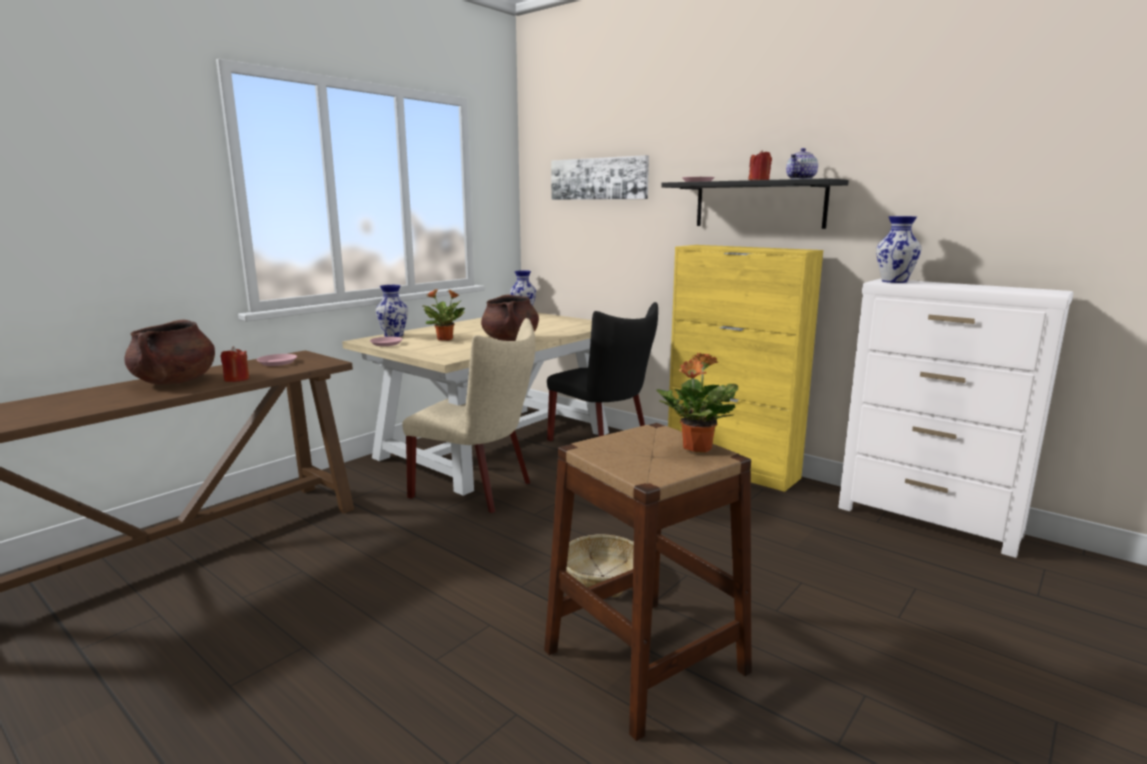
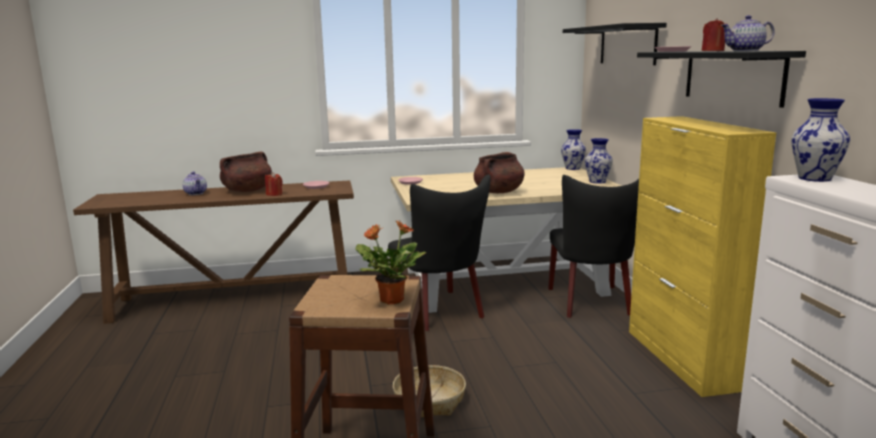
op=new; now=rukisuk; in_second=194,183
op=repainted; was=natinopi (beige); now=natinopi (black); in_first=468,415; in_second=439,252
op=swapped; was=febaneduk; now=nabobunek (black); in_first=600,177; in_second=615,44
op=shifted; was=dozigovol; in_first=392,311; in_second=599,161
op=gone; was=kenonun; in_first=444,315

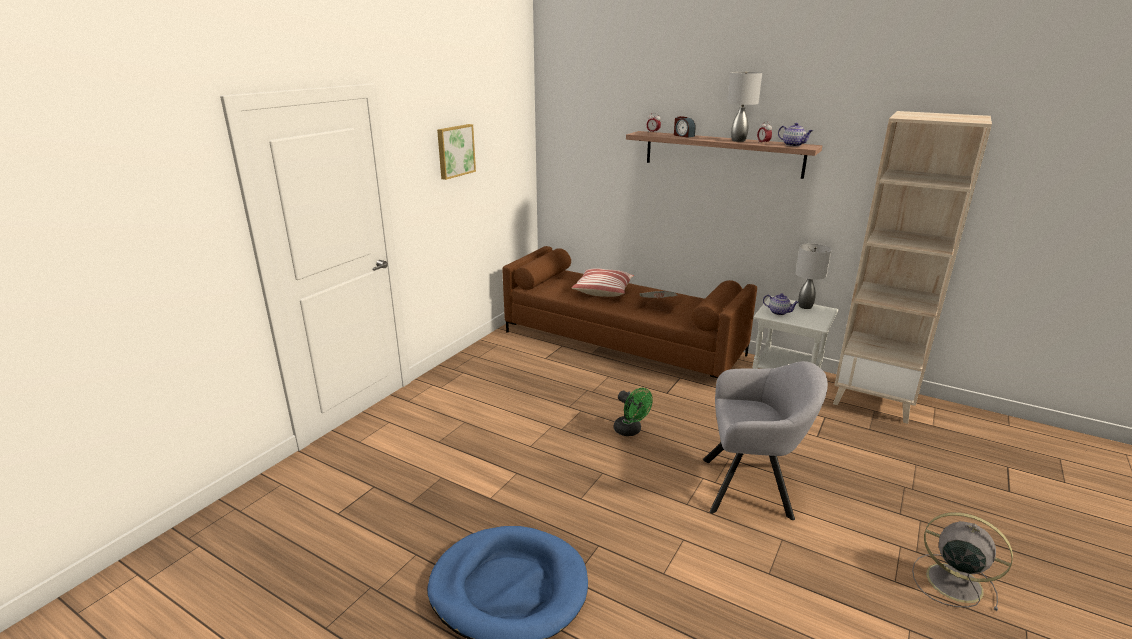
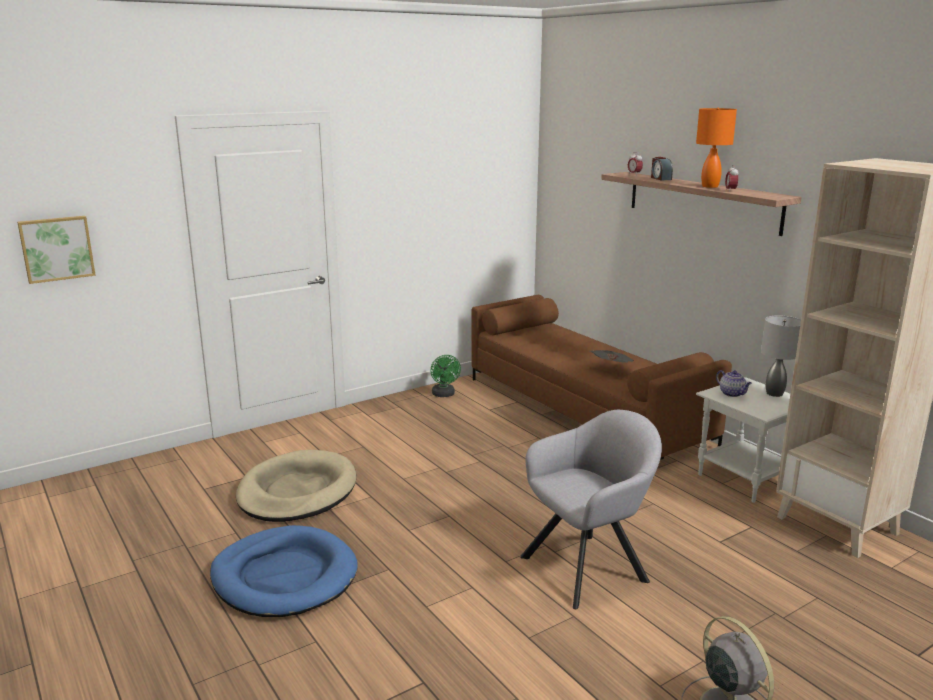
op=shifted; was=febaneduk; in_first=456,152; in_second=56,250
op=new; now=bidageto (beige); in_second=296,486
op=shifted; was=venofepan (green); in_first=633,412; in_second=445,376
op=rotated; was=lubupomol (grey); in_first=765,440; in_second=591,509; clockwise=-60
op=repainted; was=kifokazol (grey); now=kifokazol (orange); in_first=744,106; in_second=716,148
op=gone; was=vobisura; in_first=603,282
op=gone; was=rukisuk; in_first=795,134

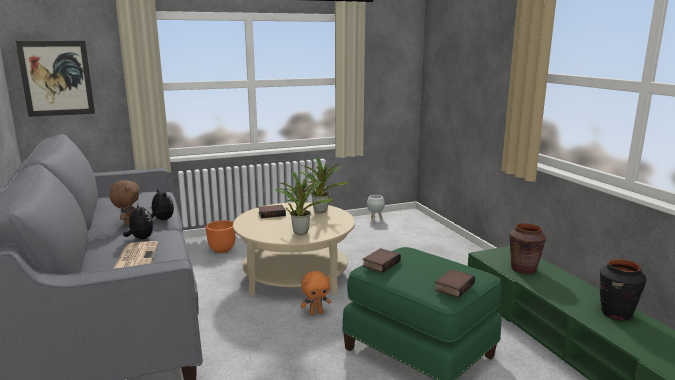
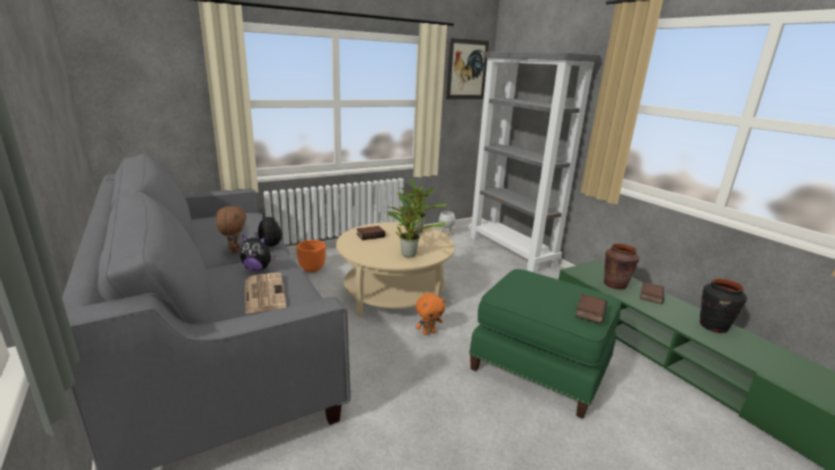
op=rotated; was=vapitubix; in_first=138,221; in_second=258,253; clockwise=135
op=shifted; was=febaneduk; in_first=55,79; in_second=467,68
op=new; now=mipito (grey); in_second=535,162
op=shifted; was=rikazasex; in_first=381,260; in_second=652,293

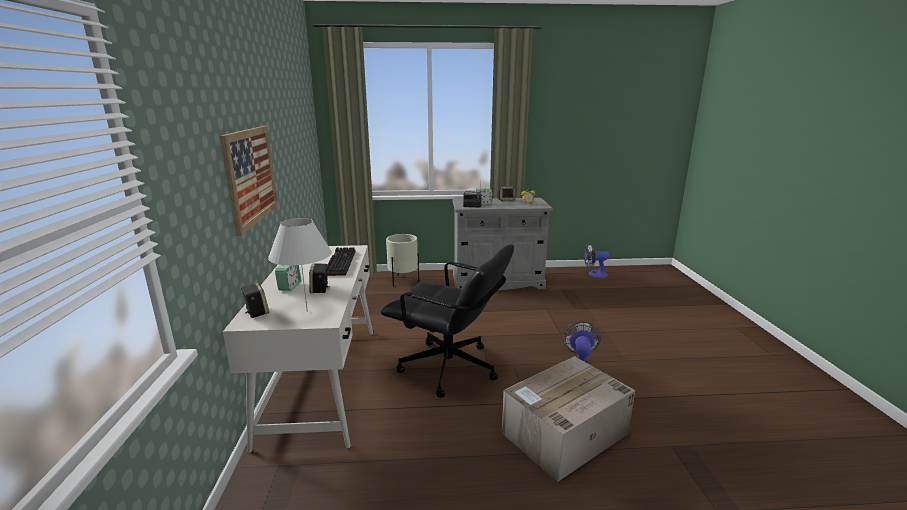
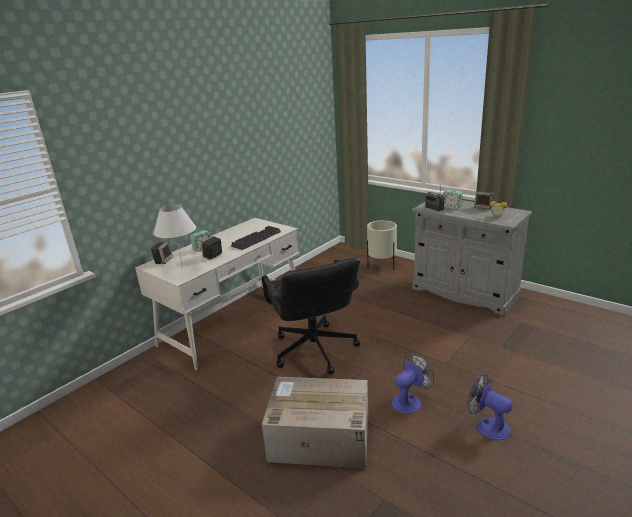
op=shifted; was=venofepan; in_first=596,261; in_second=490,407
op=gone; was=febaneduk; in_first=249,181

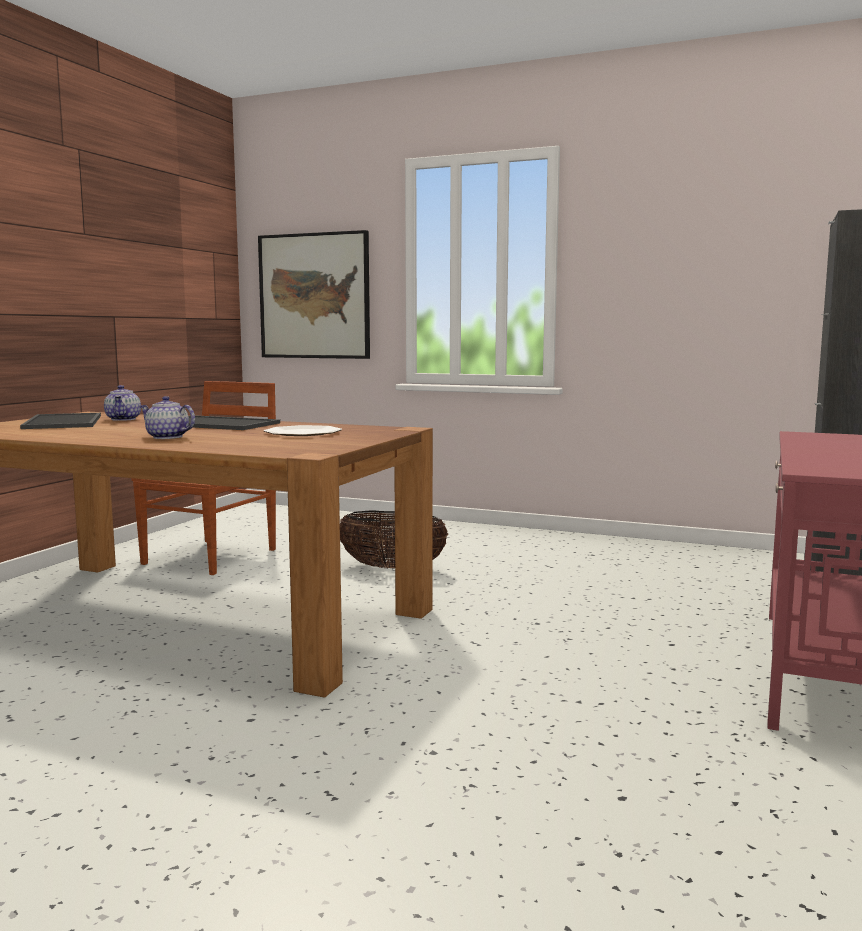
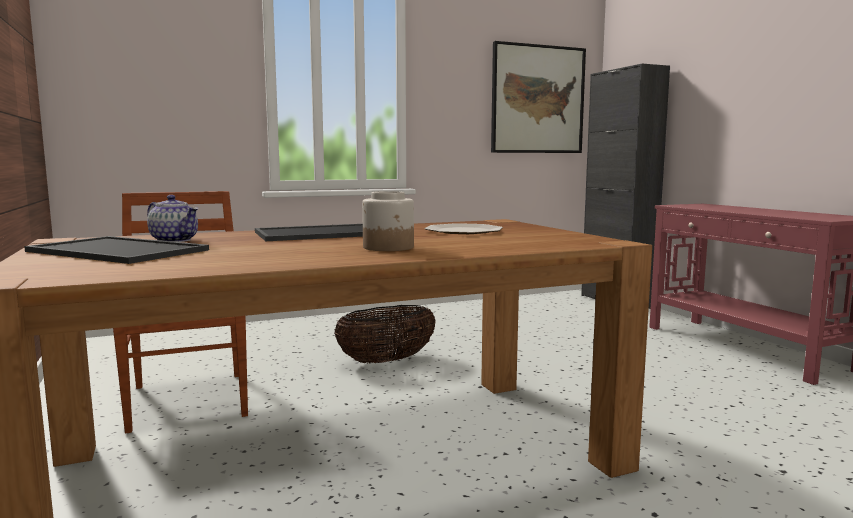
op=swapped; was=rukisuk; now=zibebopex; in_first=167,417; in_second=388,221
op=shifted; was=febaneduk; in_first=314,294; in_second=538,97

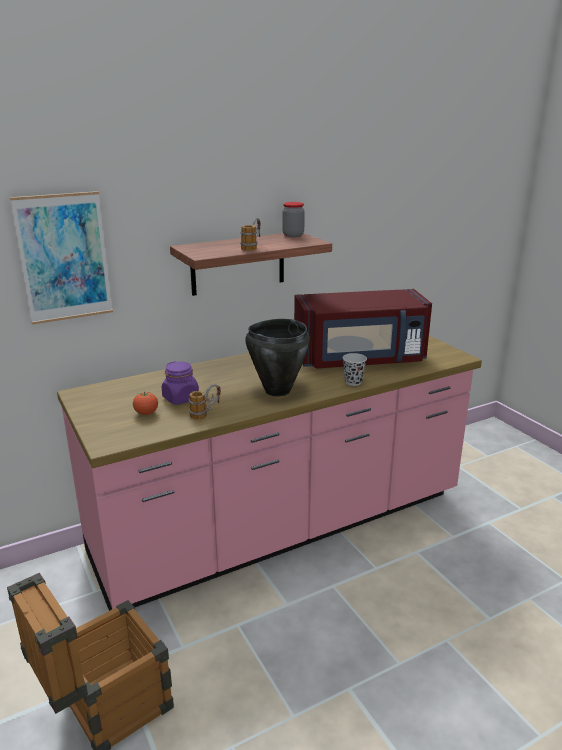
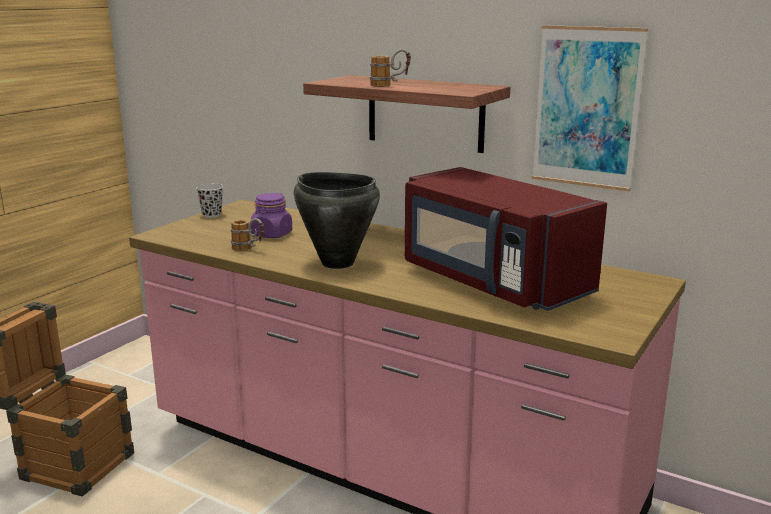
op=shifted; was=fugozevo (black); in_first=355,369; in_second=209,201
op=shifted; was=febaneduk; in_first=61,258; in_second=590,108
op=gone; was=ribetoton; in_first=145,403
op=gone; was=zibebopex; in_first=293,219

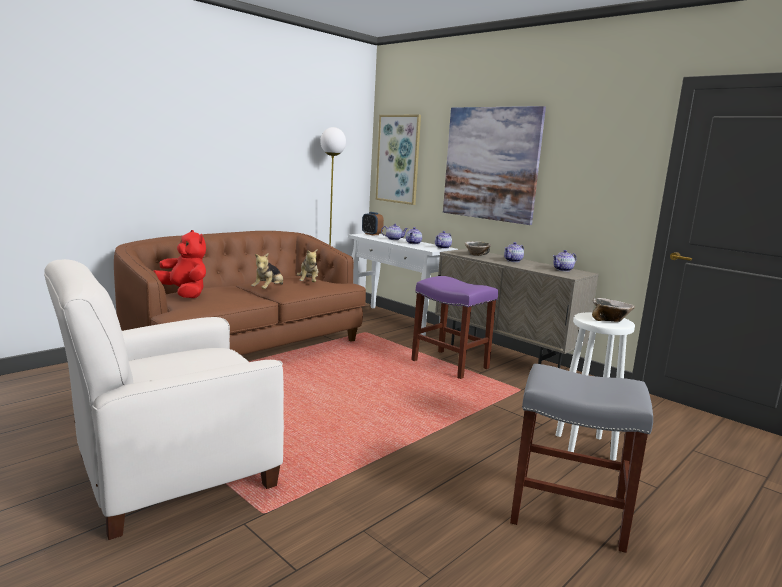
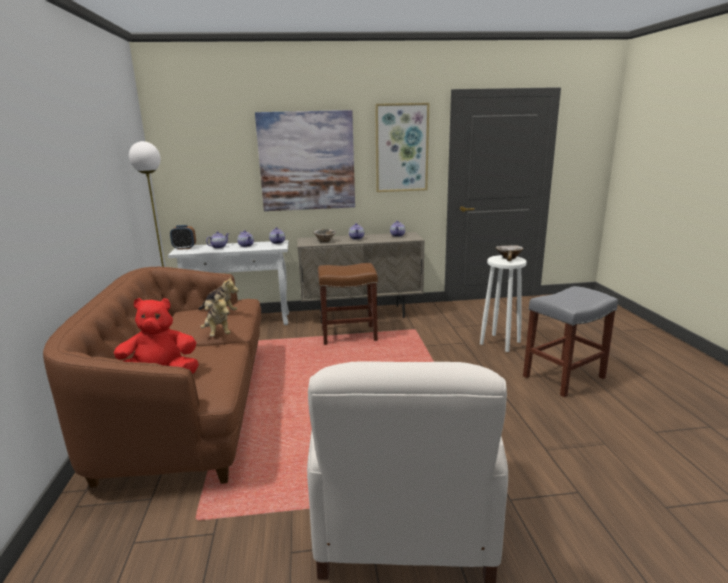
op=repainted; was=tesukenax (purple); now=tesukenax (brown); in_first=454,327; in_second=348,304
op=shifted; was=febaneduk; in_first=398,160; in_second=402,147

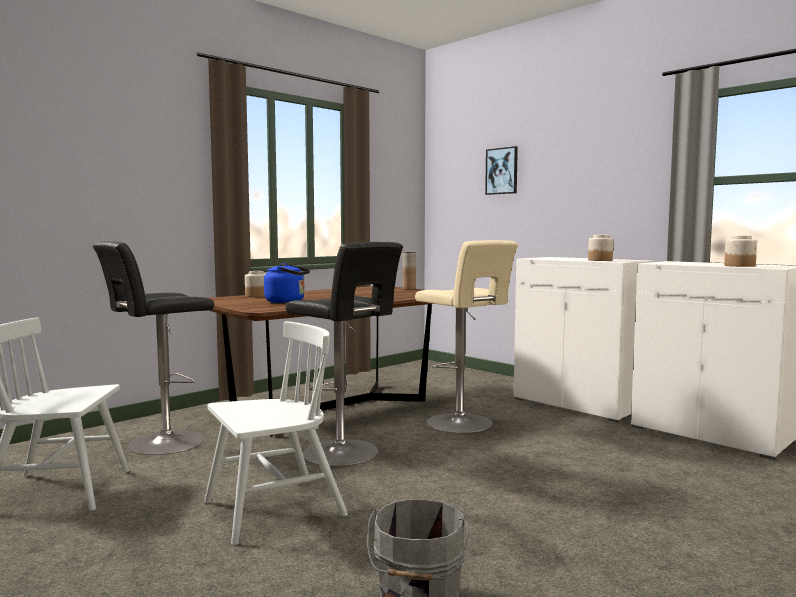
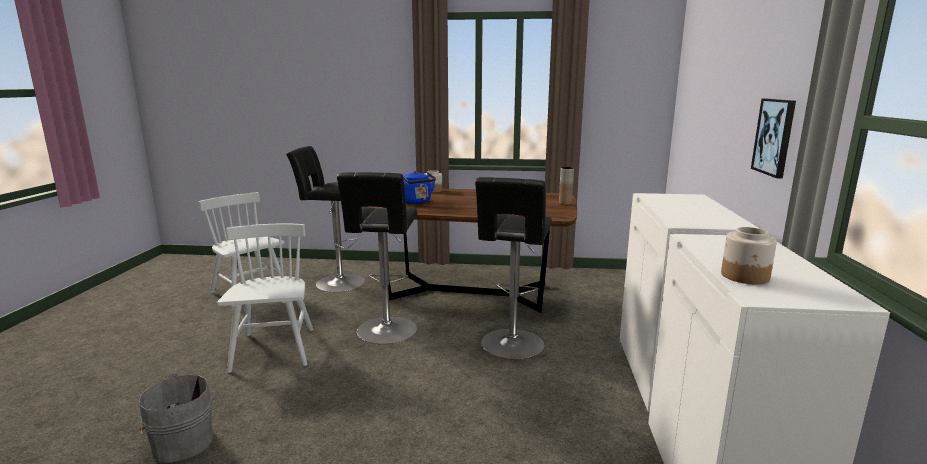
op=rotated; was=natinopi (white); in_first=276,433; in_second=265,298; clockwise=-120
op=repainted; was=tesukenax (beige); now=tesukenax (black); in_first=466,336; in_second=513,268
op=shifted; was=febaneduk; in_first=501,170; in_second=773,138
op=gone; was=zibebopex; in_first=600,248

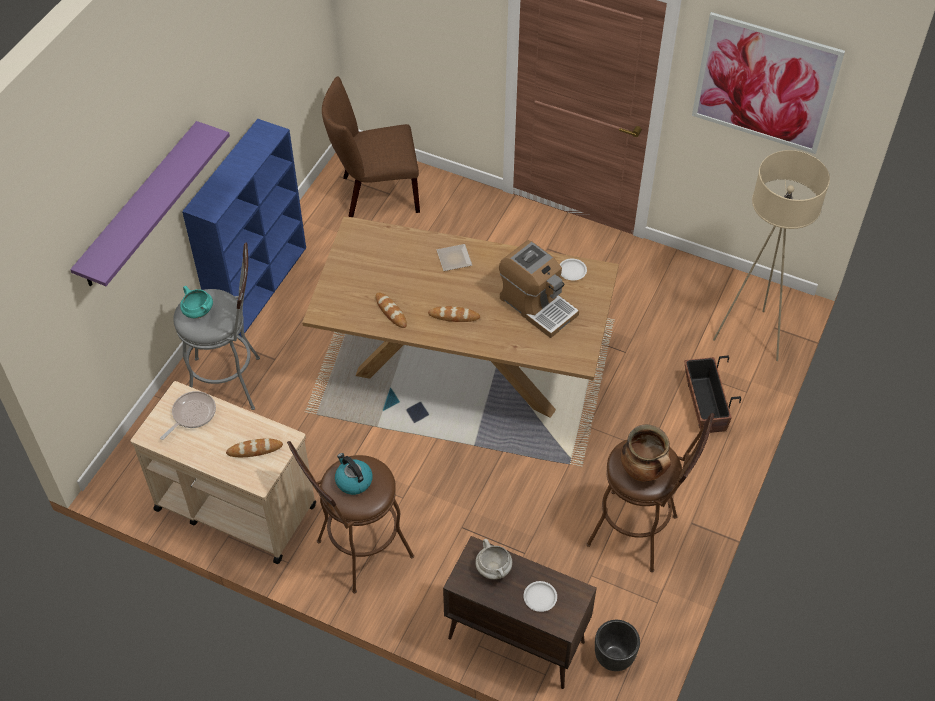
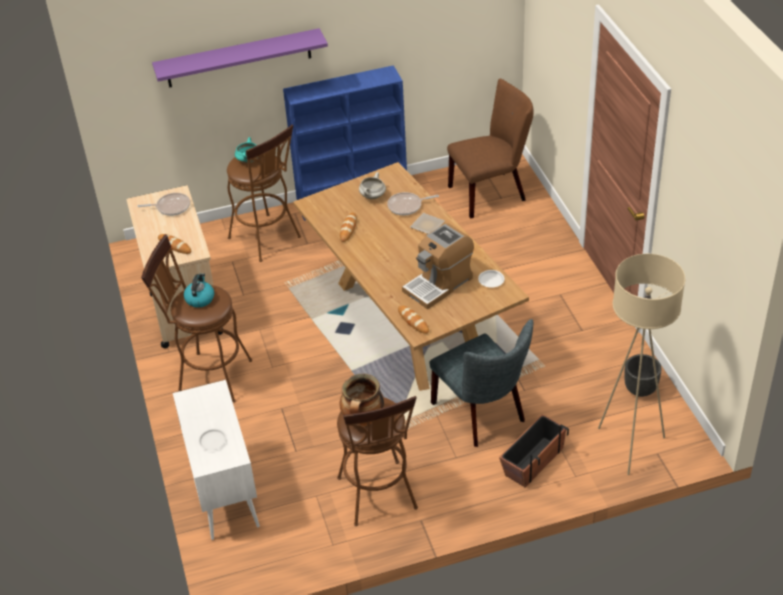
op=repainted; was=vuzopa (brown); now=vuzopa (white); in_first=520,612; in_second=216,460
op=repainted; was=tesukenax (grey); now=tesukenax (brown); in_first=216,326; in_second=264,193
op=shifted; was=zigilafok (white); in_first=493,559; in_second=372,185
op=new; now=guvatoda; in_second=413,203
op=shifted; was=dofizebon; in_first=454,314; in_second=413,319
op=rotated; was=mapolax; in_first=539,289; in_second=438,266; clockwise=45
op=new; now=natinopi (grey); in_second=481,383
op=rotated; was=natinopi (brown); in_first=371,147; in_second=490,149; clockwise=120
op=shifted; was=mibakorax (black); in_first=617,645; in_second=643,375
op=gone; was=febaneduk; in_first=768,83

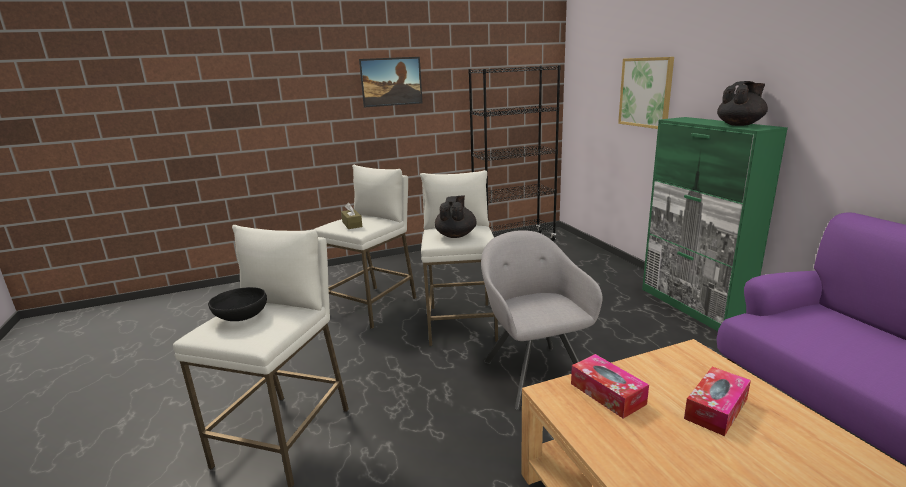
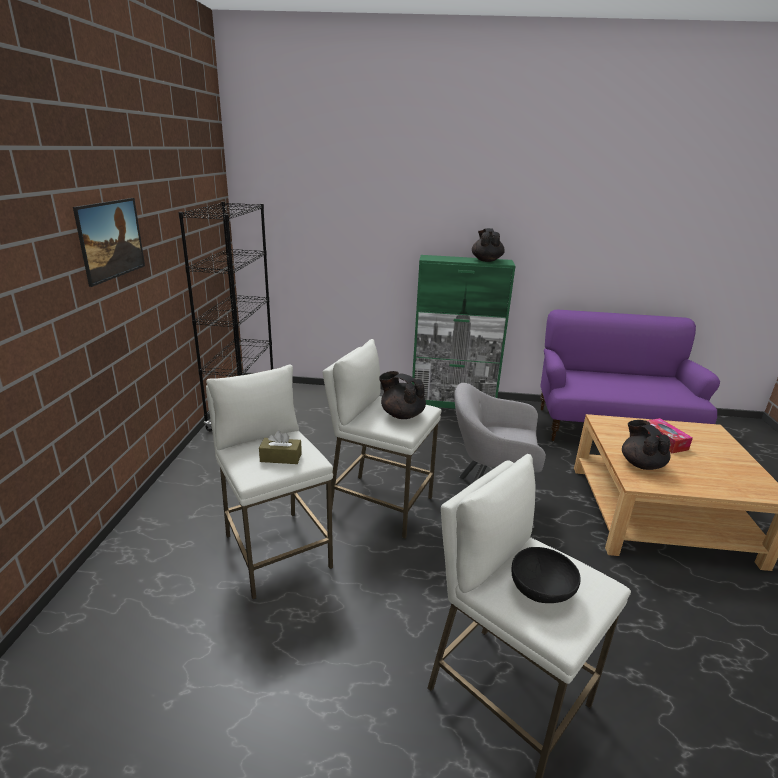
op=swapped; was=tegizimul; now=rukisuk (black); in_first=610,386; in_second=646,445
op=gone; was=febaneduk; in_first=646,93

